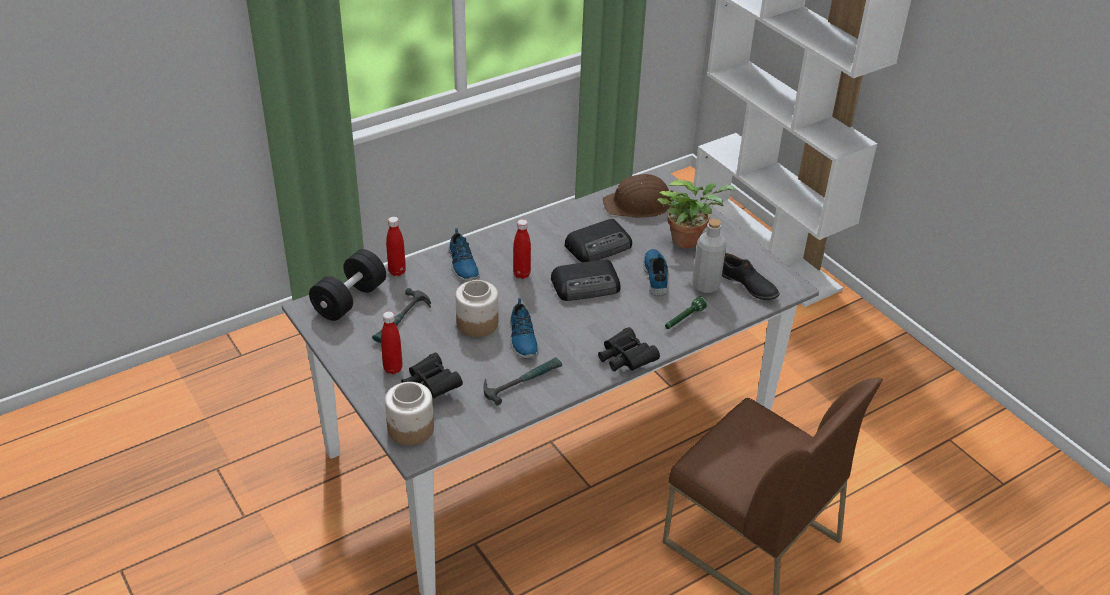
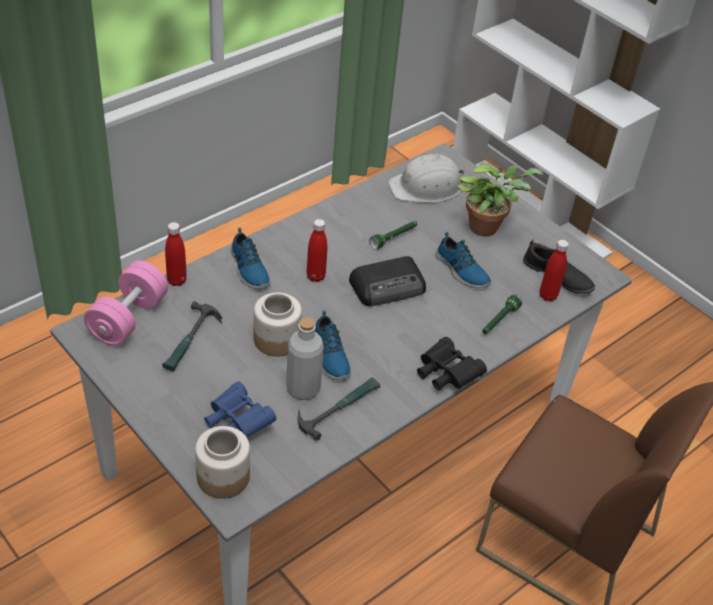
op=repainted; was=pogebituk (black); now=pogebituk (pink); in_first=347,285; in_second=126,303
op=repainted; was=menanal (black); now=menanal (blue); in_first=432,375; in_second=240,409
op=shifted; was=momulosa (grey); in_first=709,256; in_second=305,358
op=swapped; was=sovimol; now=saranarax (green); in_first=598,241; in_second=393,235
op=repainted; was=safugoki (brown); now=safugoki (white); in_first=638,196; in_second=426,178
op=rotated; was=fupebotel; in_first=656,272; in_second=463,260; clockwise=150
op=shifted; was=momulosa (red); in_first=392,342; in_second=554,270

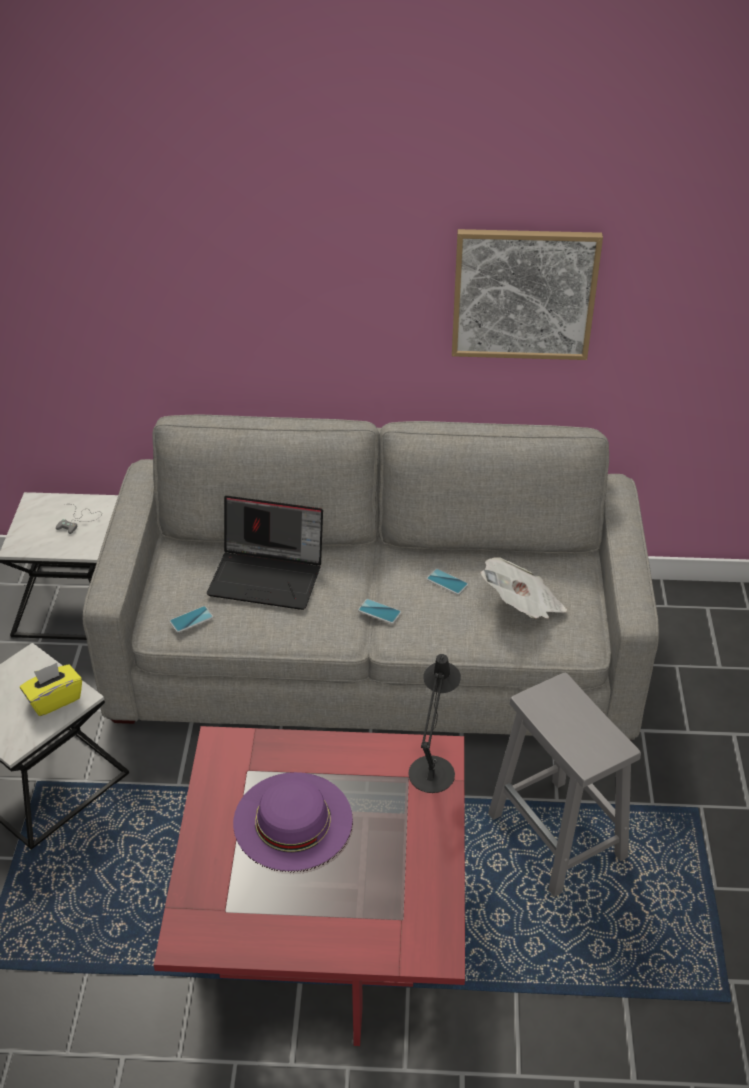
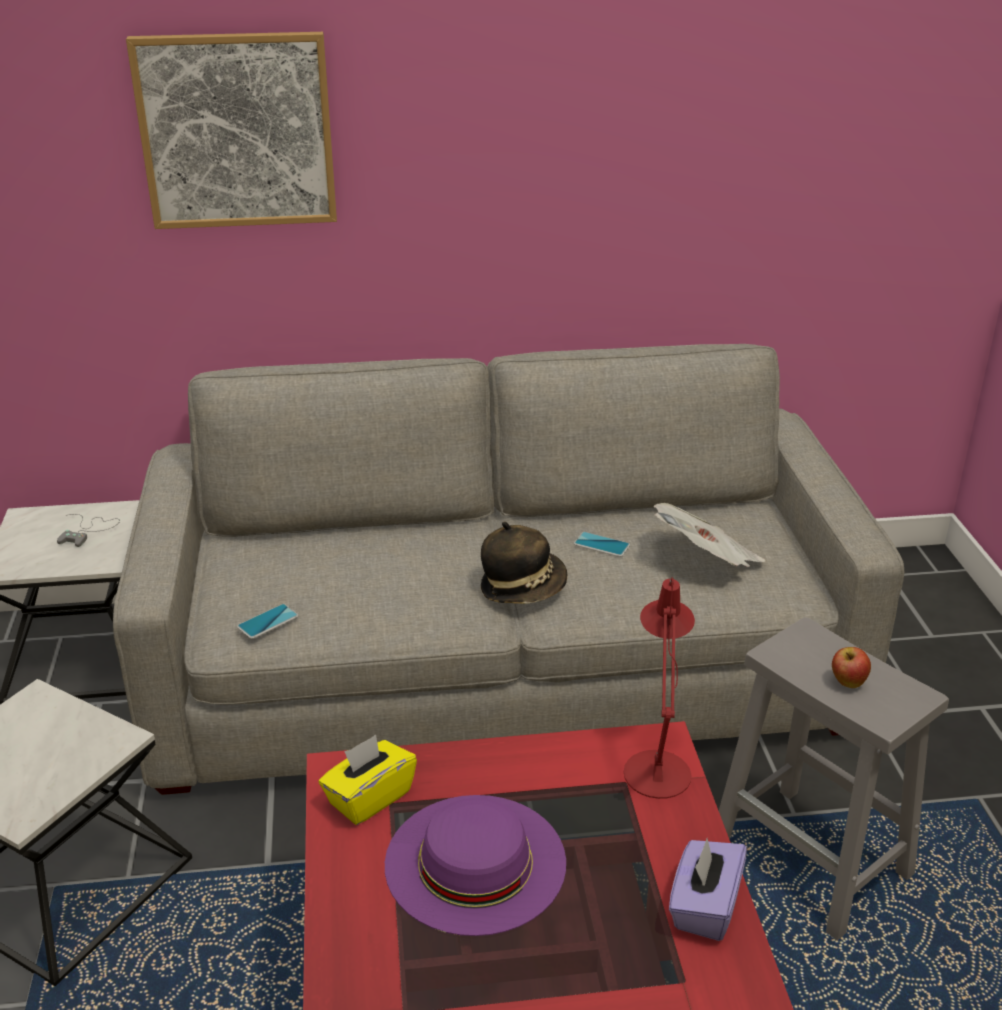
op=shifted; was=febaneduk; in_first=527,294; in_second=231,130
op=shifted; was=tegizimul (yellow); in_first=51,689; in_second=368,780
op=swapped; was=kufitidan; now=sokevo; in_first=379,611; in_second=524,563
op=repainted; was=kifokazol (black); now=kifokazol (red); in_first=434,723; in_second=659,688
op=new; now=tegizimul (purple); in_second=708,890
op=new; now=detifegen; in_second=851,667
op=gone; was=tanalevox; in_first=265,553

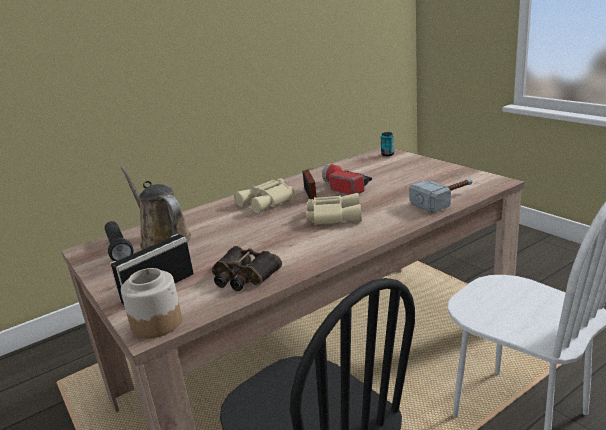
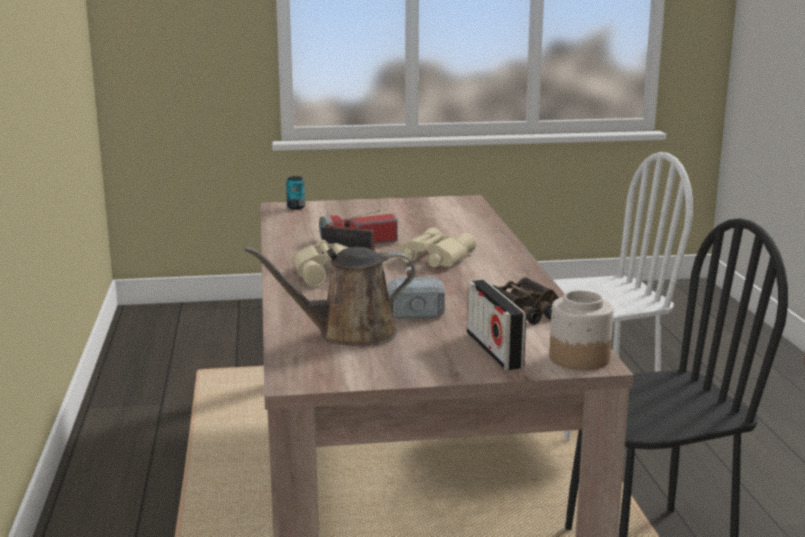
op=shifted; was=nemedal; in_first=440,195; in_second=416,293
op=gone; was=saranarax (black); in_first=119,241

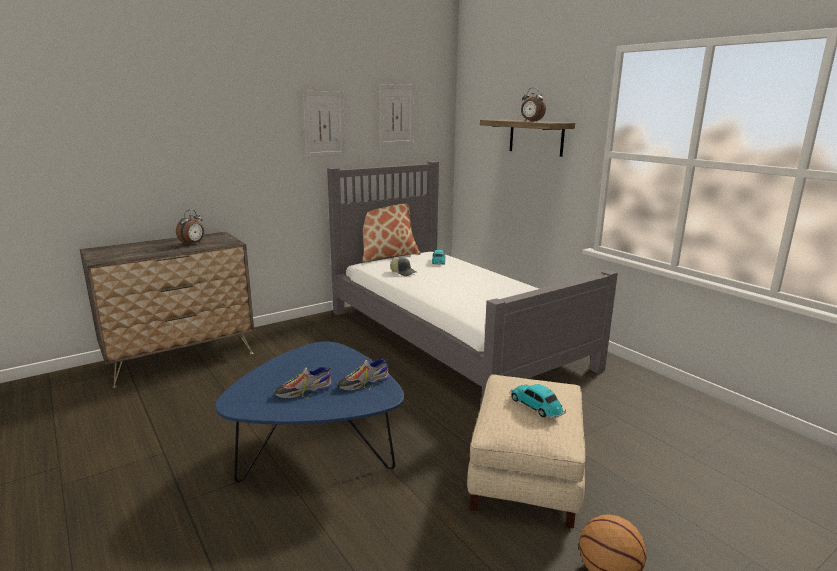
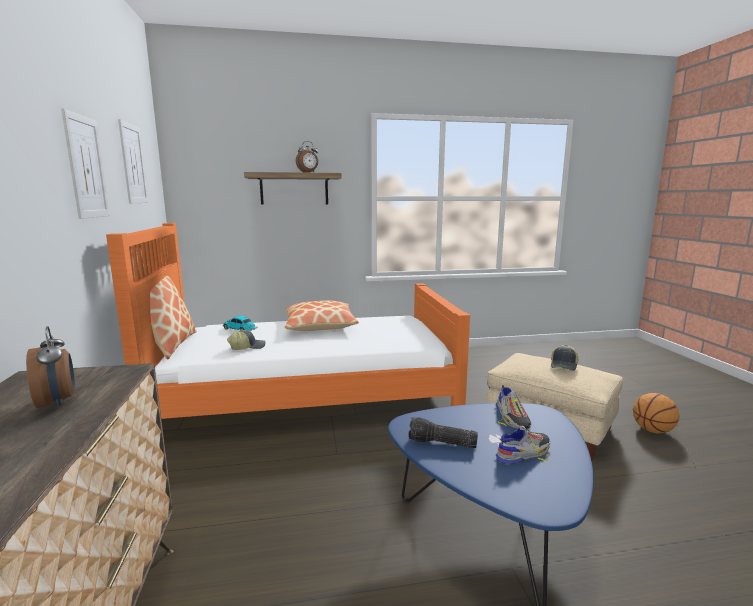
op=repainted; was=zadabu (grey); now=zadabu (orange); in_first=472,282; in_second=288,321
op=new; now=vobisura; in_second=322,315
op=new; now=saranarax; in_second=443,432
op=rotated; was=fupebotel; in_first=303,382; in_second=523,445; clockwise=-120
op=swapped; was=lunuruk; now=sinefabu; in_first=538,401; in_second=564,358

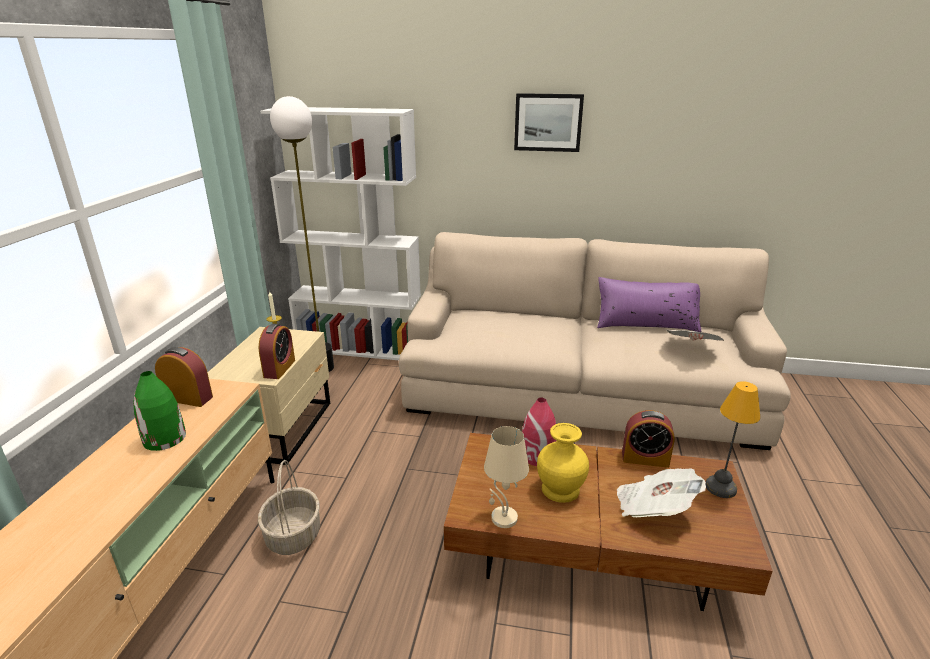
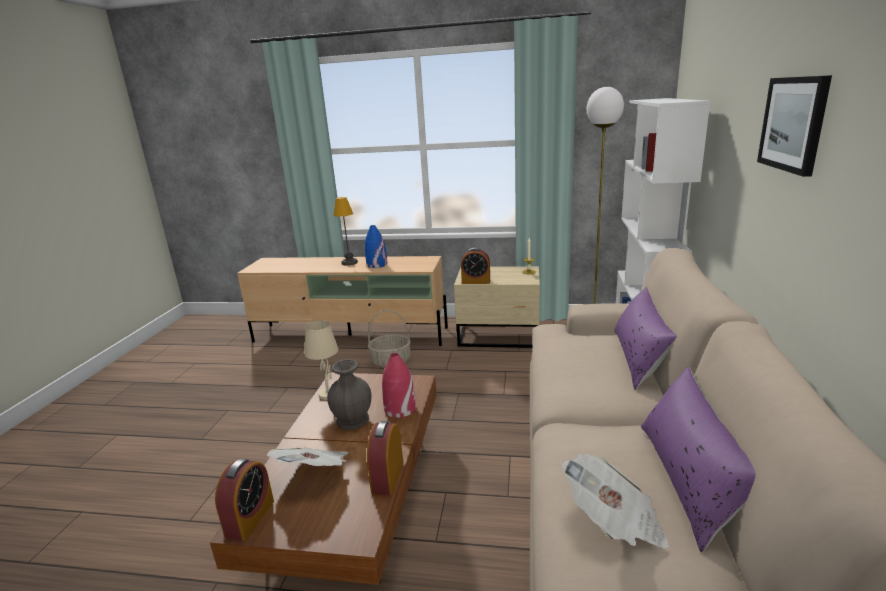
op=shifted; was=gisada; in_first=184,377; in_second=244,500
op=repainted; was=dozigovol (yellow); now=dozigovol (grey); in_first=563,463; in_second=349,394
op=shifted; was=kifokazol; in_first=733,439; in_second=345,231
op=repainted; was=dozigovol (green); now=dozigovol (blue); in_first=159,411; in_second=376,246
op=new; now=vobisura (purple); in_second=645,338

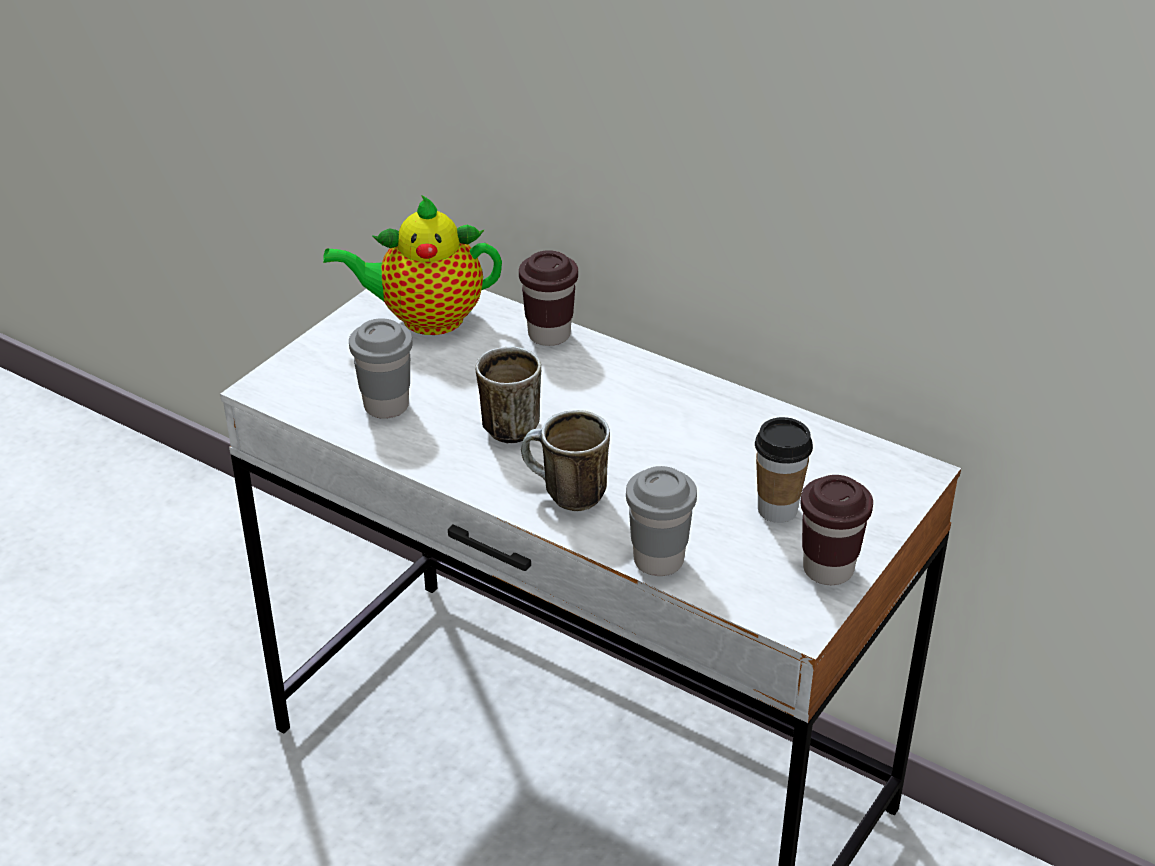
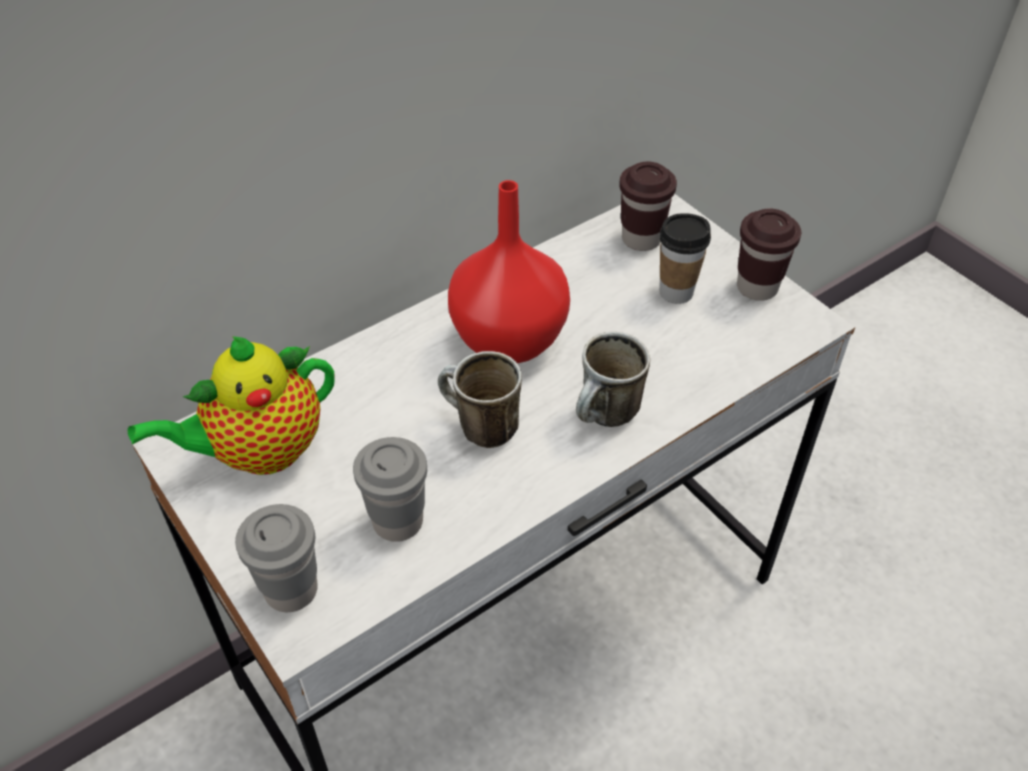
op=rotated; was=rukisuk; in_first=412,265; in_second=231,405; clockwise=45
op=shifted; was=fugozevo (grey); in_first=661,521; in_second=276,558
op=new; now=dozigovol (red); in_second=509,271
op=shifted; was=fugozevo (brown); in_first=548,298; in_second=648,206

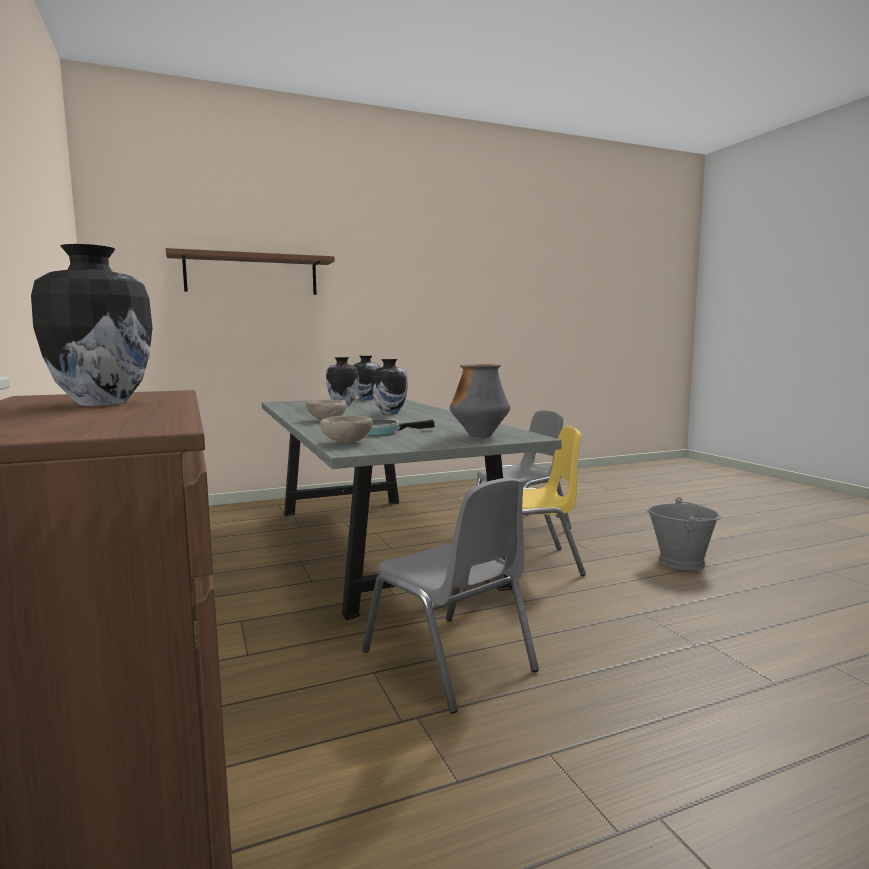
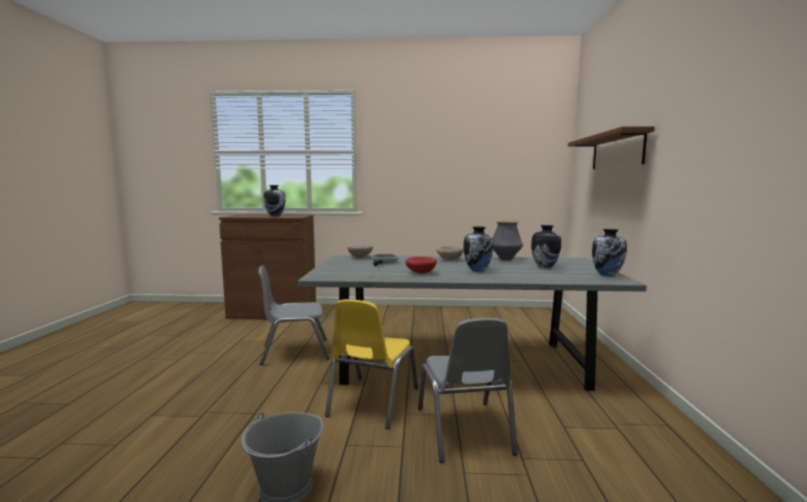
op=new; now=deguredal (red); in_second=421,265
op=shifted; was=dozigovol; in_first=480,401; in_second=508,241

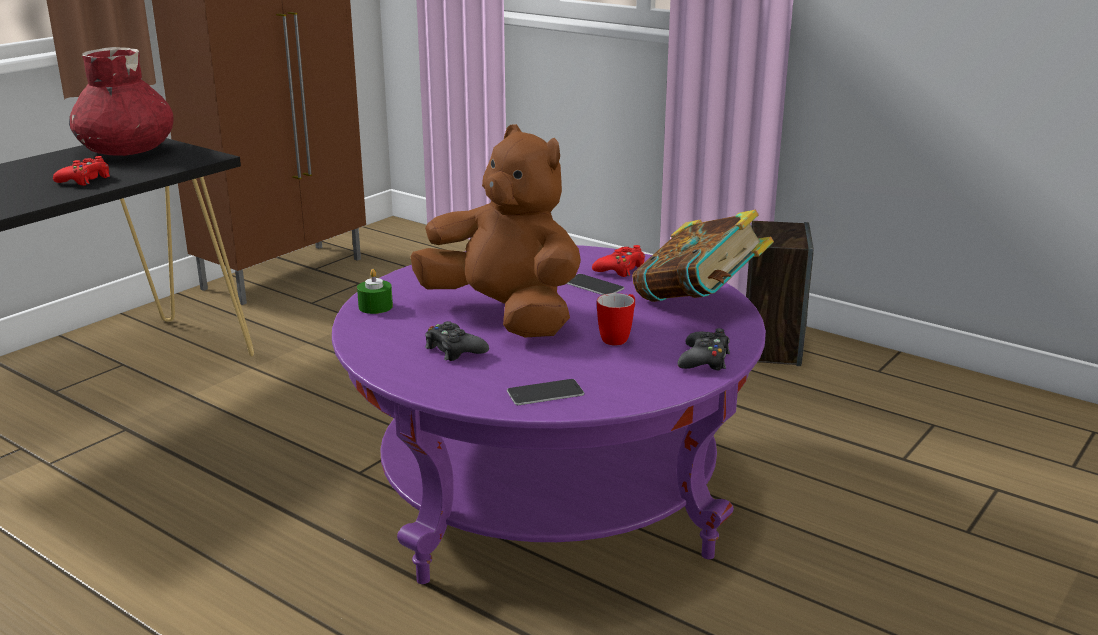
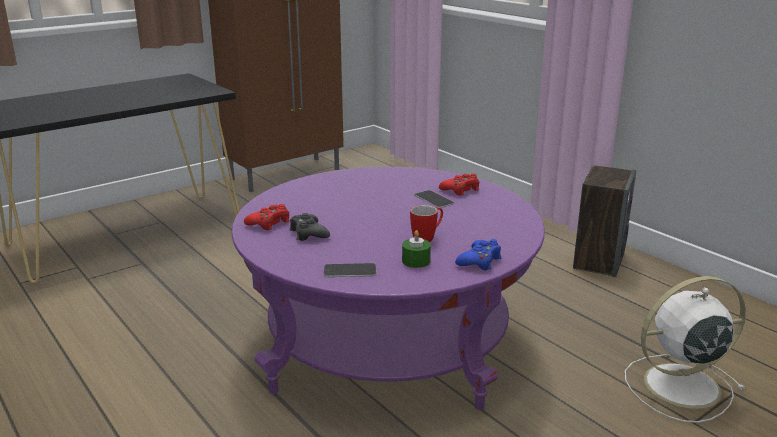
op=shifted; was=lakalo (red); in_first=81,171; in_second=266,217
op=shifted; was=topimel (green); in_first=375,291; in_second=416,249
op=repainted; was=lakalo (black); now=lakalo (blue); in_first=703,349; in_second=478,254
op=new; now=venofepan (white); in_second=685,349
op=gone; was=dozigovol (red); in_first=121,101
op=gone; was=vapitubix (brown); in_first=496,230
op=gone; was=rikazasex; in_first=703,256

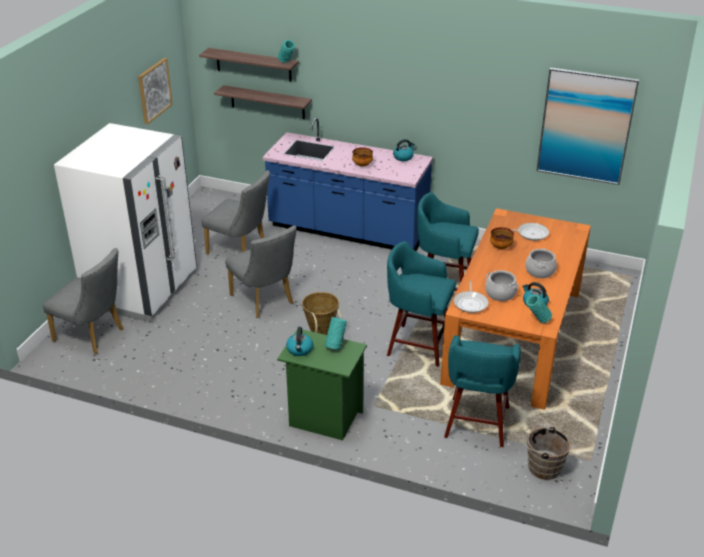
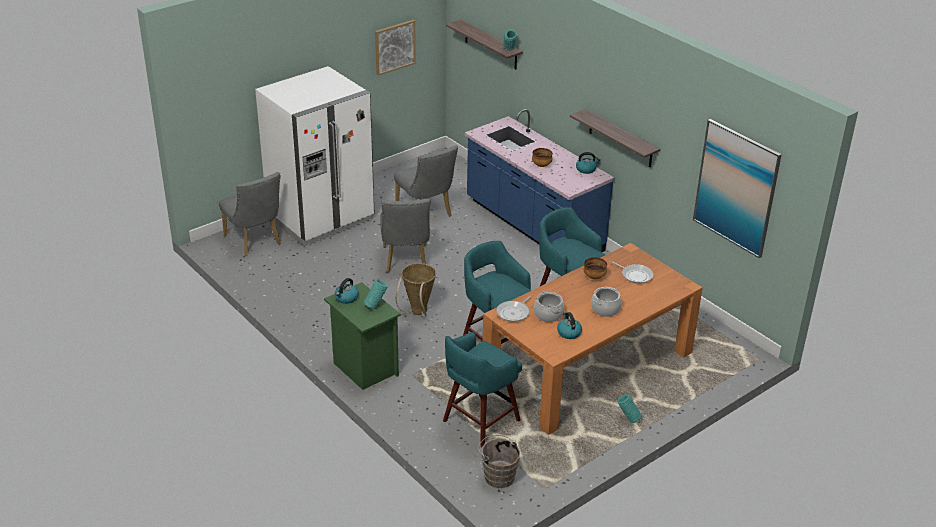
op=shifted; was=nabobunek; in_first=263,102; in_second=615,138
op=shifted; was=dozigovol (turquoise); in_first=539,308; in_second=629,408

